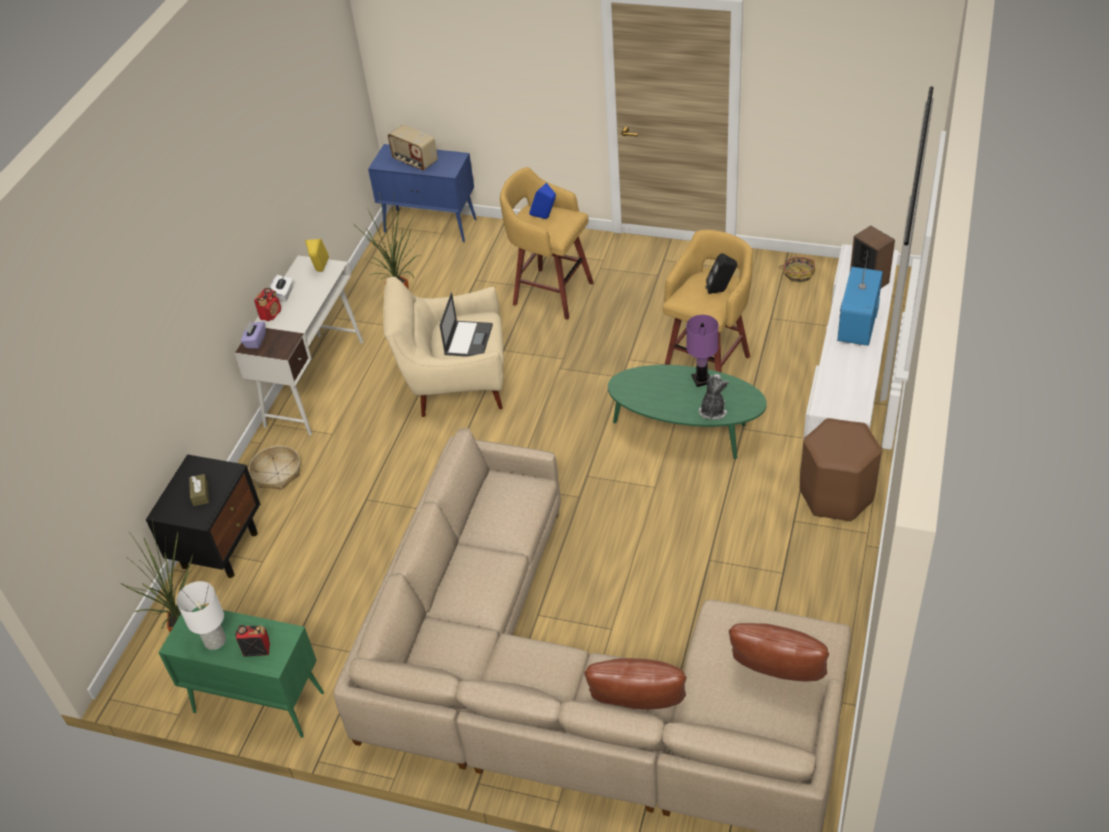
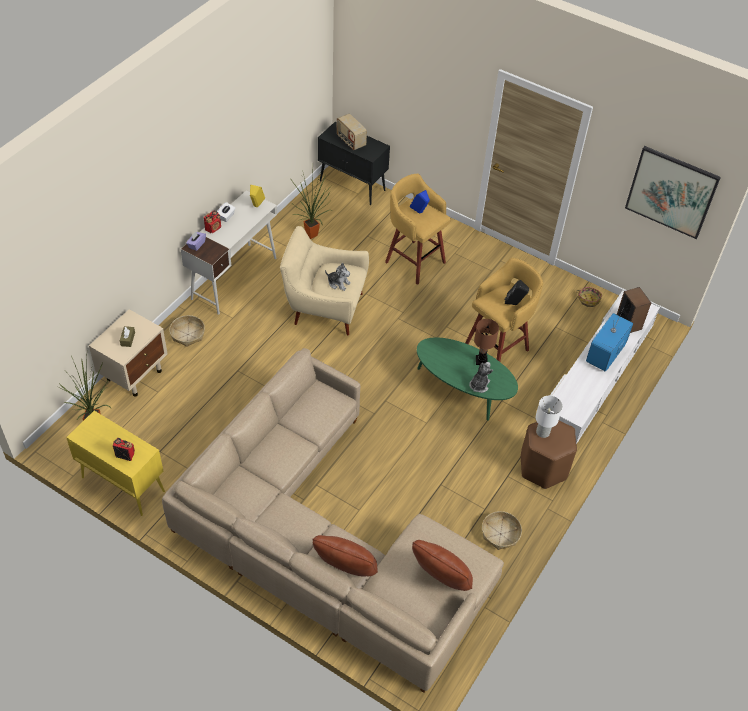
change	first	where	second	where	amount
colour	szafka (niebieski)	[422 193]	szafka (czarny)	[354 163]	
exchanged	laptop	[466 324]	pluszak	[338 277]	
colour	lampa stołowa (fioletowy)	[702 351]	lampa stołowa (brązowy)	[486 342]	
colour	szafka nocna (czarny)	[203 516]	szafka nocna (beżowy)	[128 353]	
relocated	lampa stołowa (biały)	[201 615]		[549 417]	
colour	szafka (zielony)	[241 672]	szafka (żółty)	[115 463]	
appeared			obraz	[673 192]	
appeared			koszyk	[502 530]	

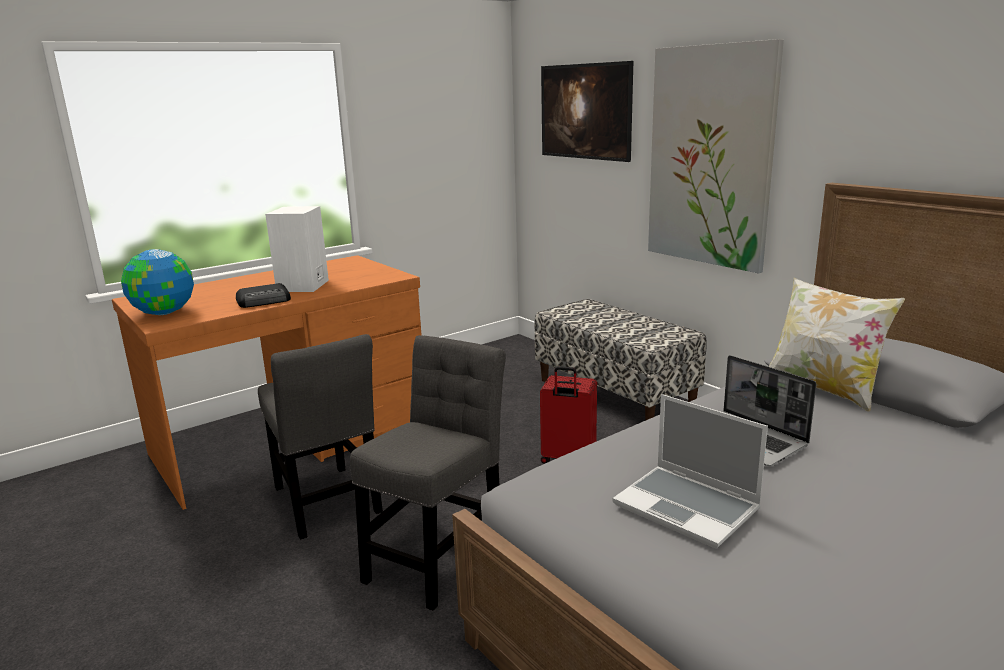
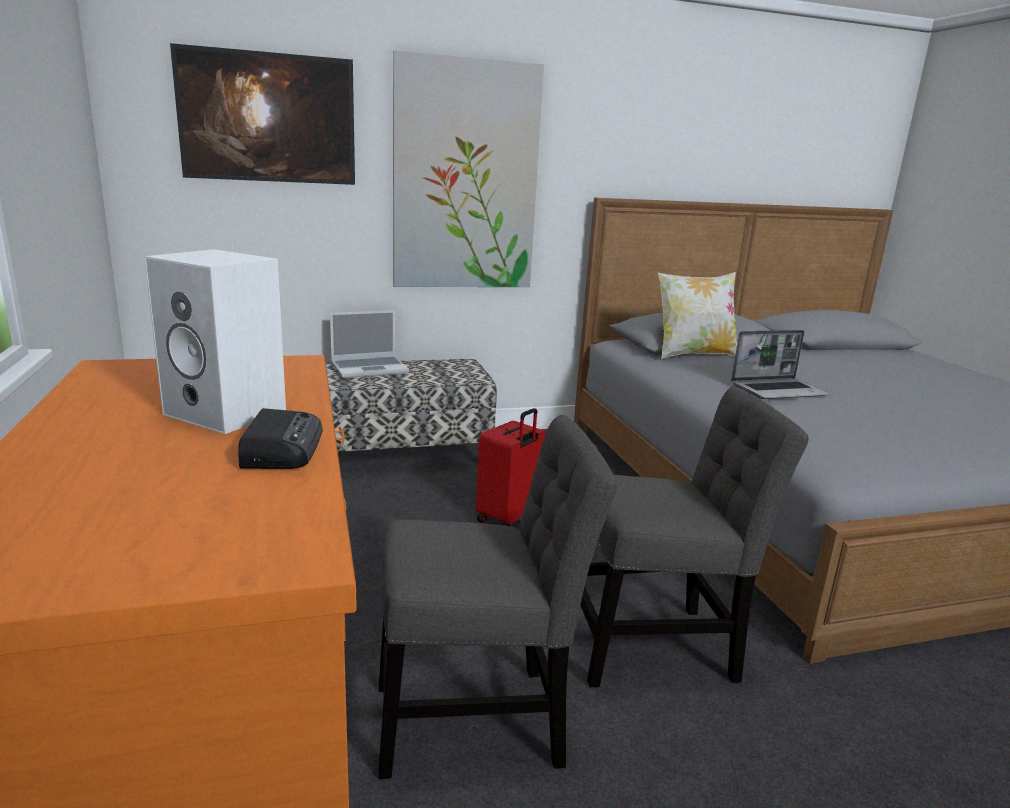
change	first	where	second	where	amount
missing	globus	[157 282]			
spun	krzesło (szary)	[428 473]		[694 536]	120 degrees clockwise
relocated	laptop	[690 471]		[369 344]	

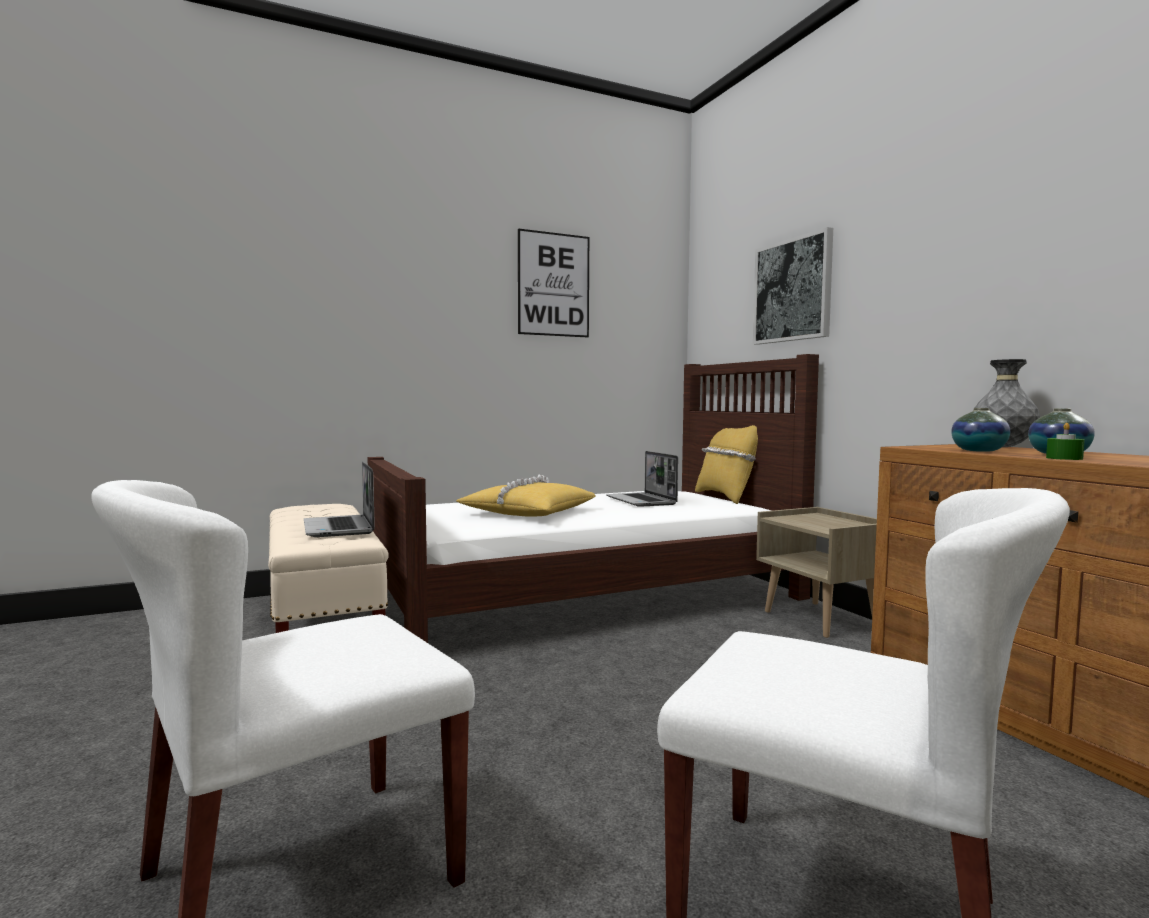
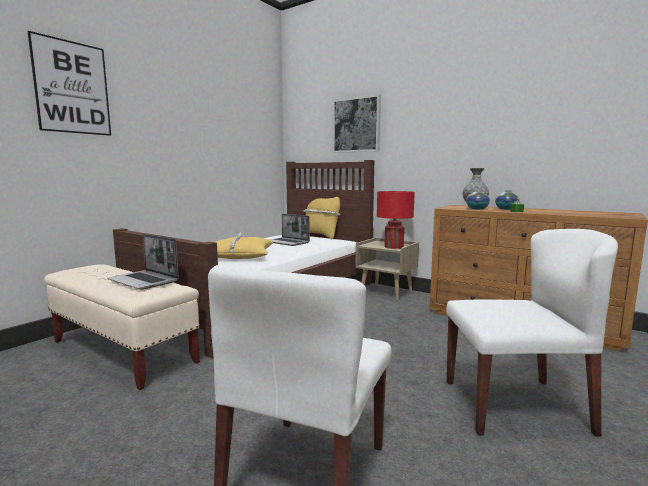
change	first	where	second	where	amount
relocated	obraz	[553 283]		[69 83]	
appeared			lampa stołowa (czerwony)	[396 220]	

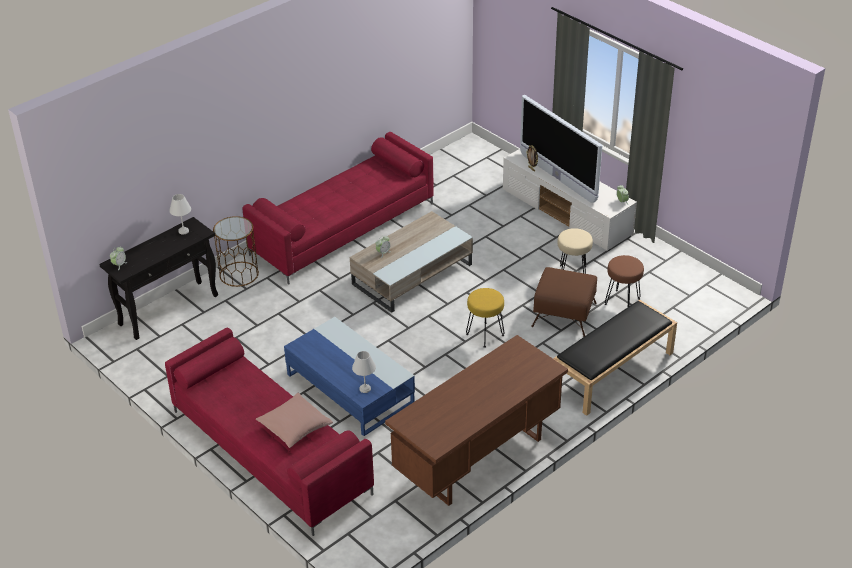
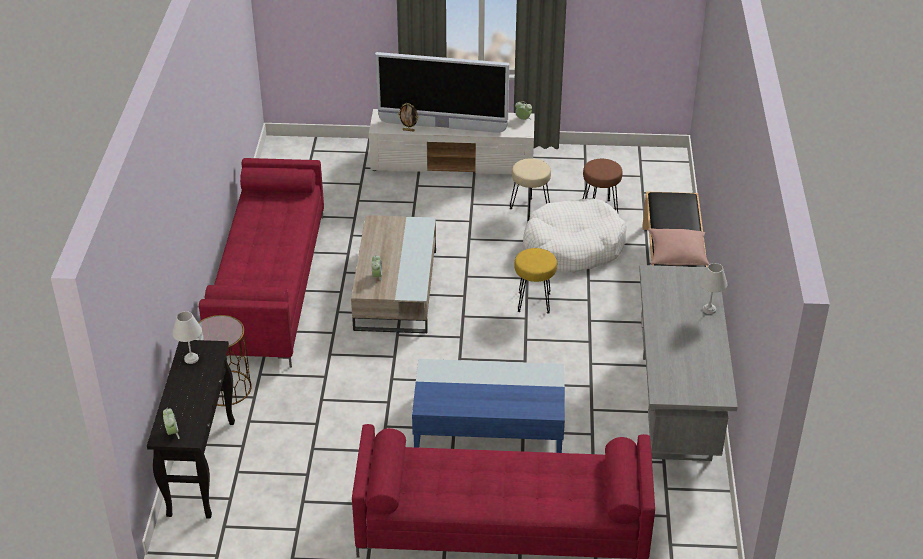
change	first	where	second	where	amount
exchanged	pufa (brązowy)	[564 302]	legowisko (biały)	[574 235]	
colour	biurko (brązowy)	[476 420]	biurko (szary)	[688 363]	
relocated	lampa stołowa (biały)	[364 372]		[713 288]	
relocated	poduszka (różowy)	[294 420]		[678 247]	

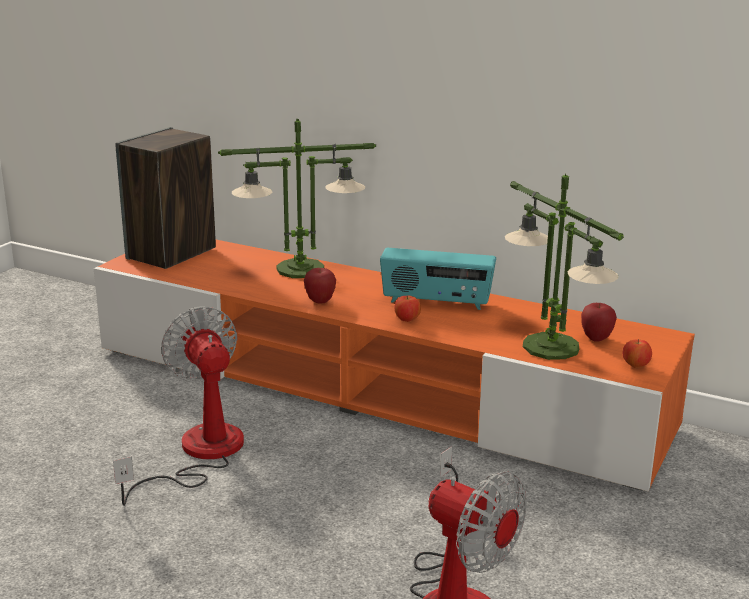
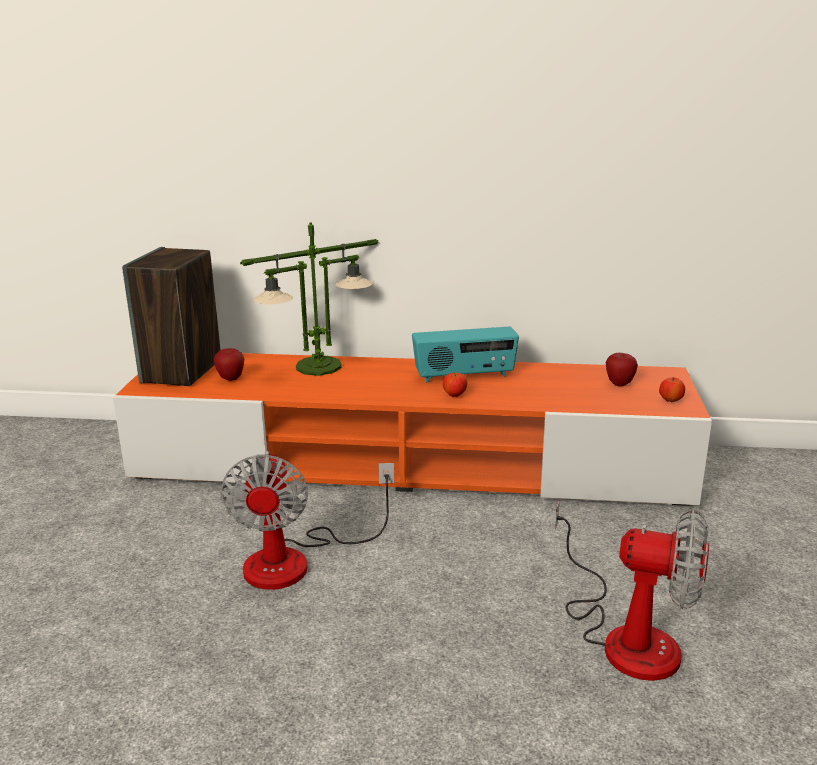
change	first	where	second	where	amount
missing	lampa stołowa	[564 266]			
relocated	jabłko	[320 285]		[229 364]	
spun	wentylator	[178 406]		[307 520]	135 degrees counterclockwise

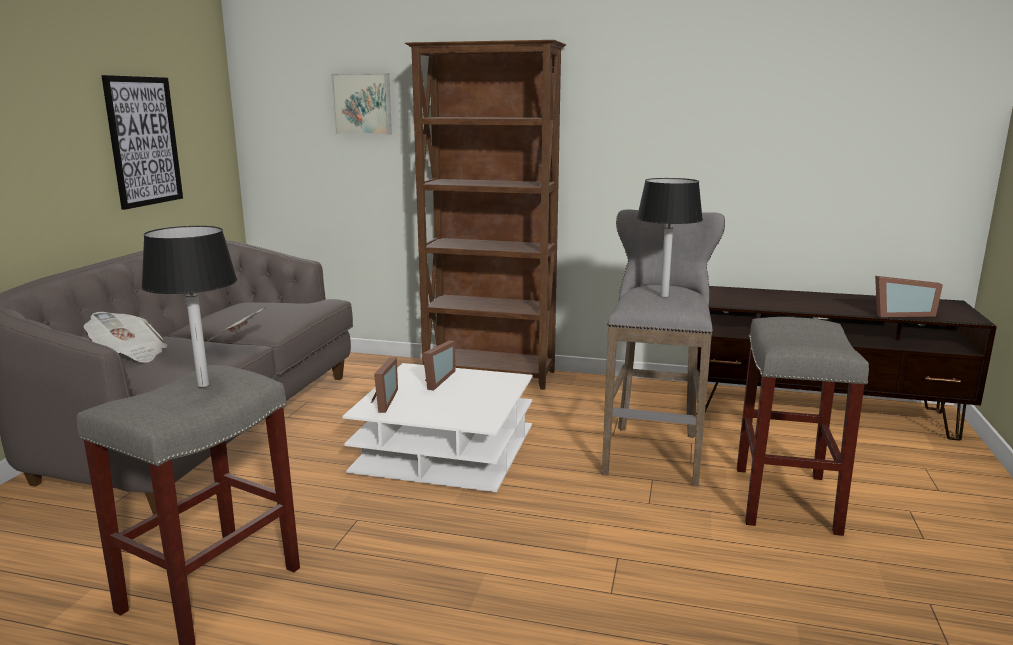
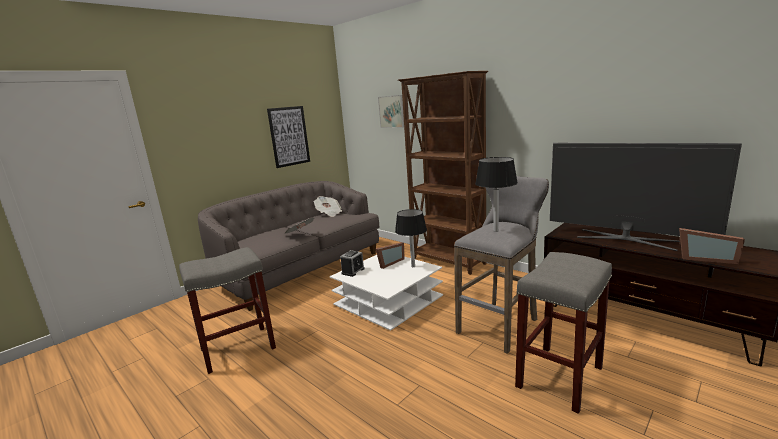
change	first	where	second	where	amount
relocated	lampa stołowa (czarny)	[189 306]		[411 238]	
relocated	gazeta	[126 337]		[328 206]	
exchanged	ramka na zdjęcie	[384 385]	budzik	[352 263]	
appeared			telewizor	[646 197]	

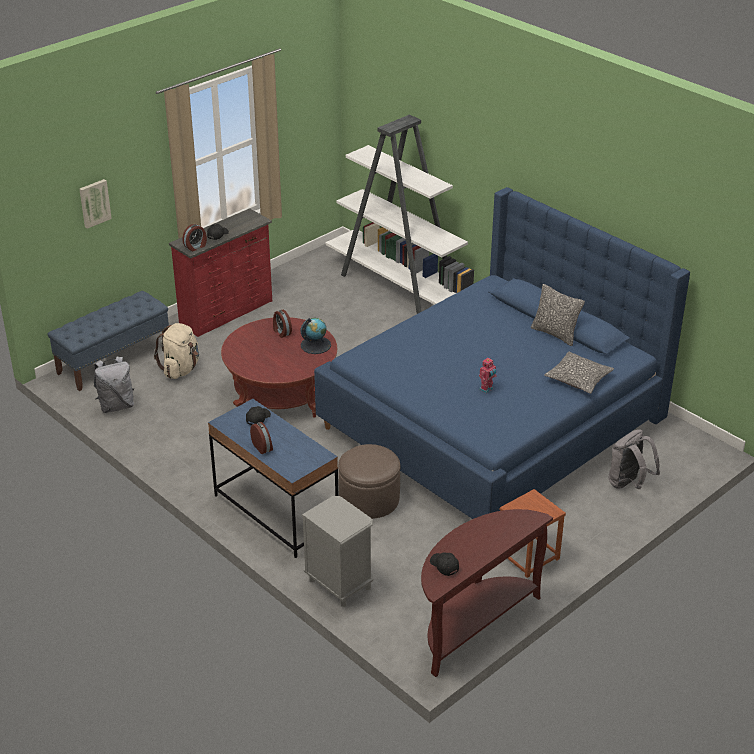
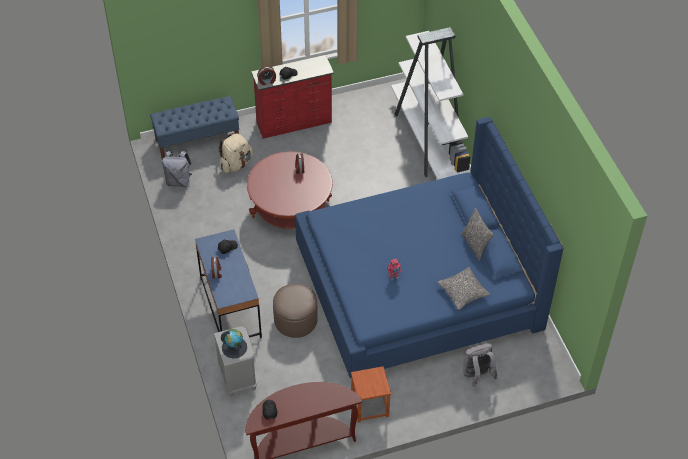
change	first	where	second	where	amount
missing	obraz	[95 204]			
relocated	globus	[315 336]		[234 343]	

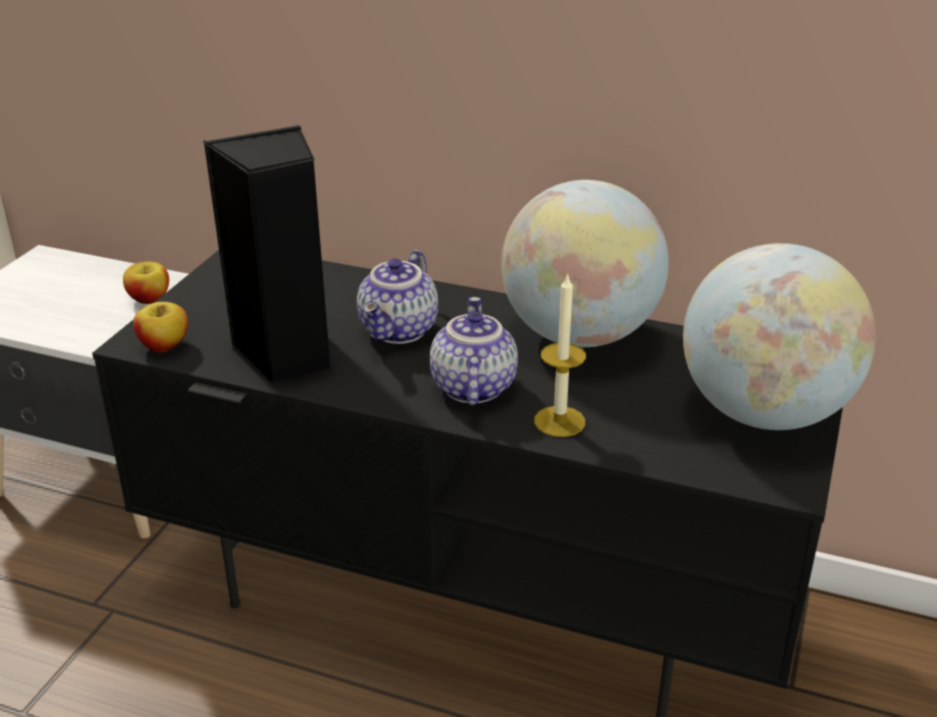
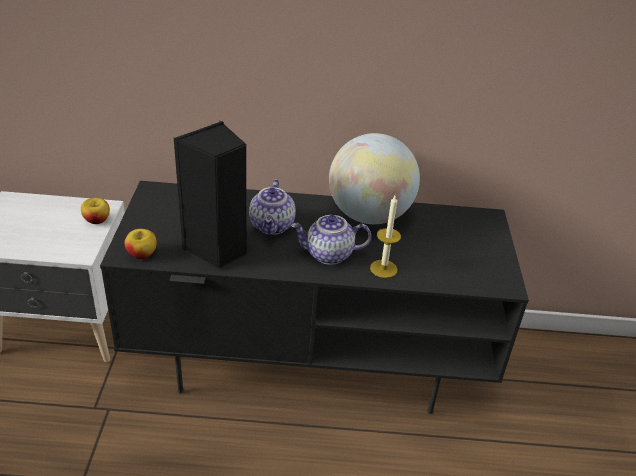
change	first	where	second	where	amount
missing	globus	[779 336]			
spun	imbryk	[474 351]		[331 240]	75 degrees counterclockwise

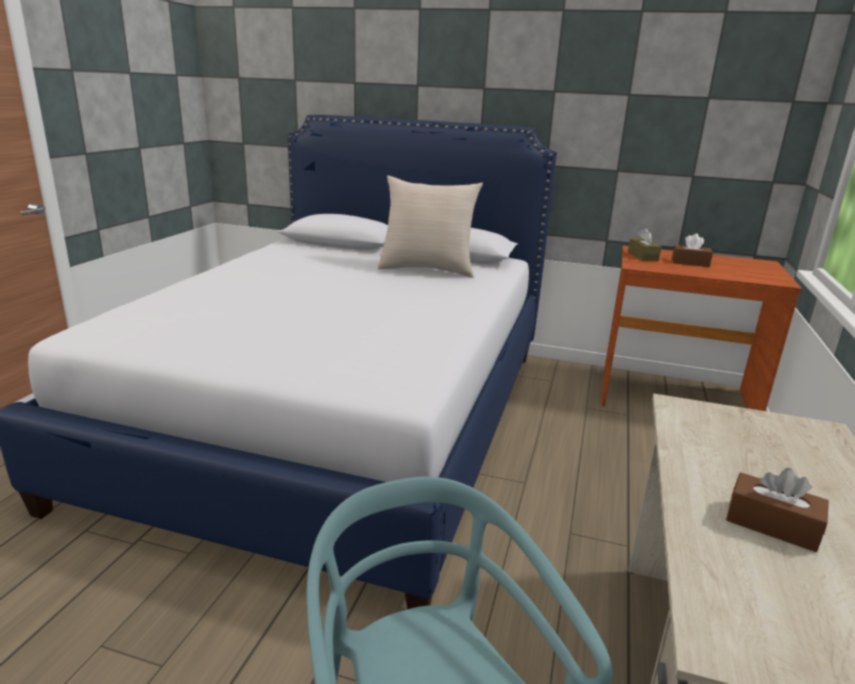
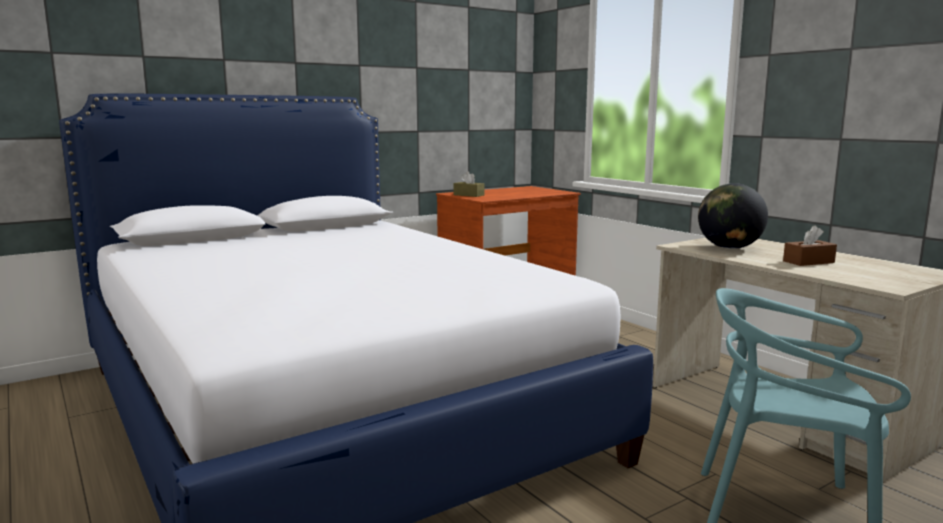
change	first	where	second	where	amount
missing	poduszka (beżowy)	[430 227]			
missing	pudełko chusteczek (brązowy)	[692 250]			
appeared			globus	[733 216]	

